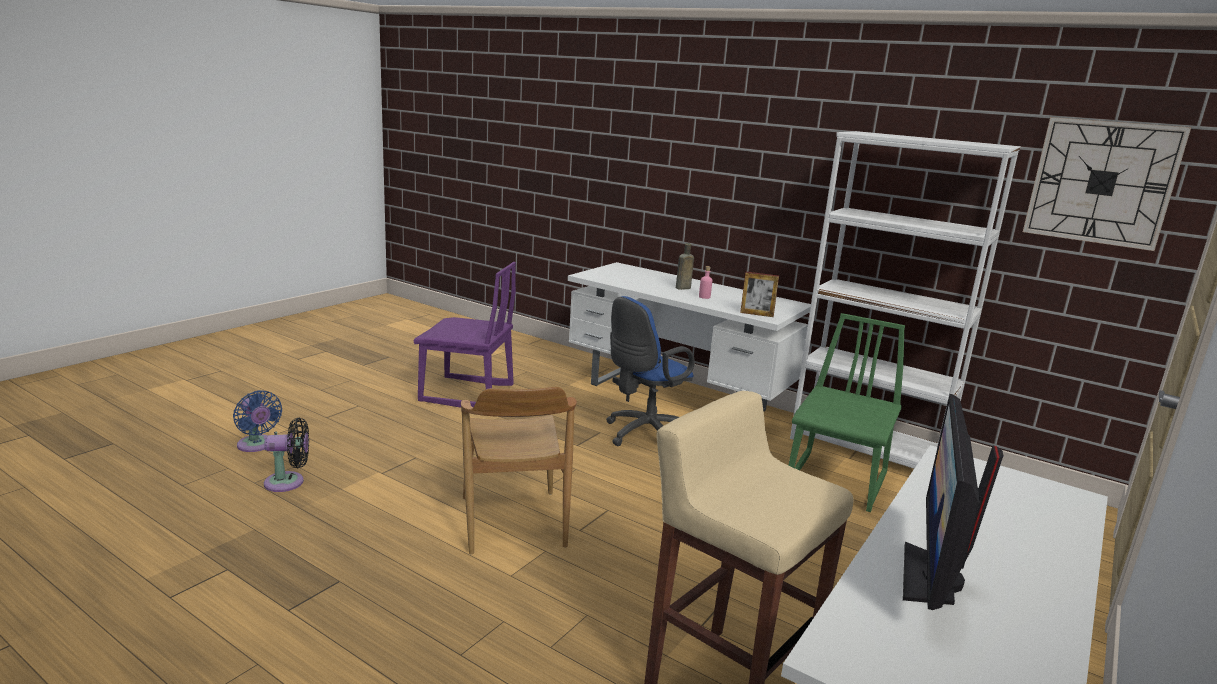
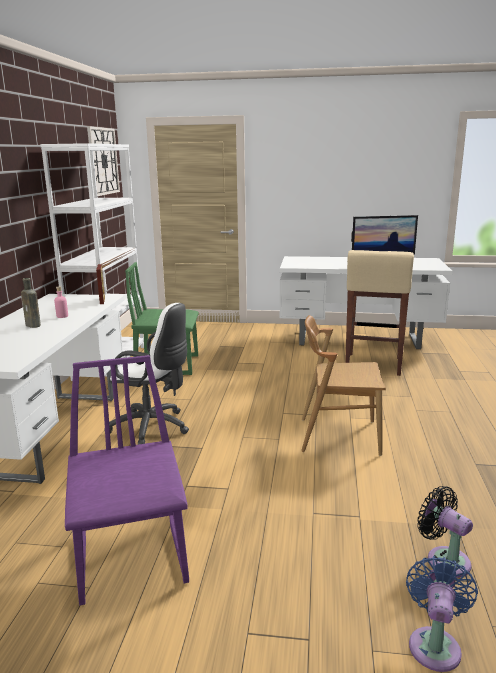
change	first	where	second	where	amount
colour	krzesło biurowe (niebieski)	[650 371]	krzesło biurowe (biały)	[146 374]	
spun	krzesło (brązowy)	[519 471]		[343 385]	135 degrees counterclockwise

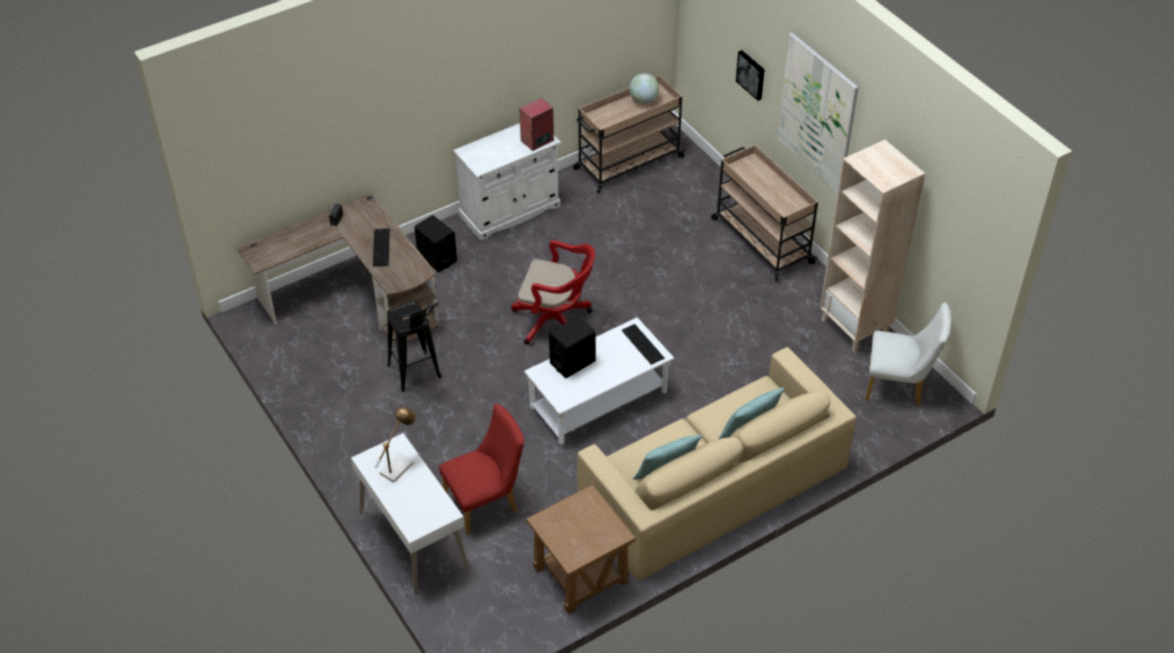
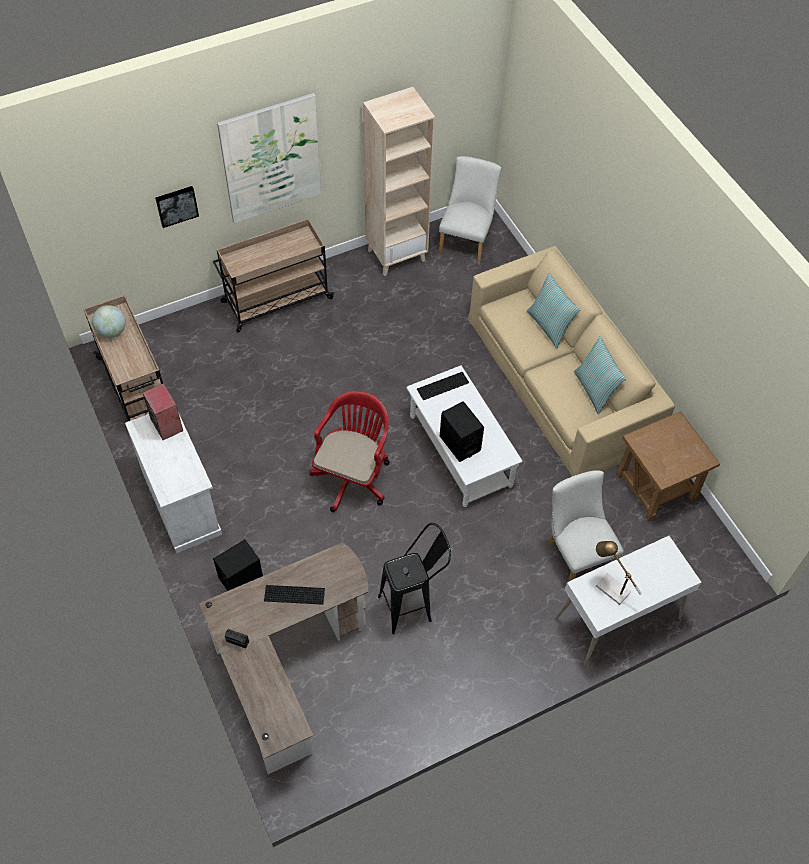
change	first	where	second	where	amount
colour	krzesło (czerwony)	[481 469]	krzesło (biały)	[585 526]	

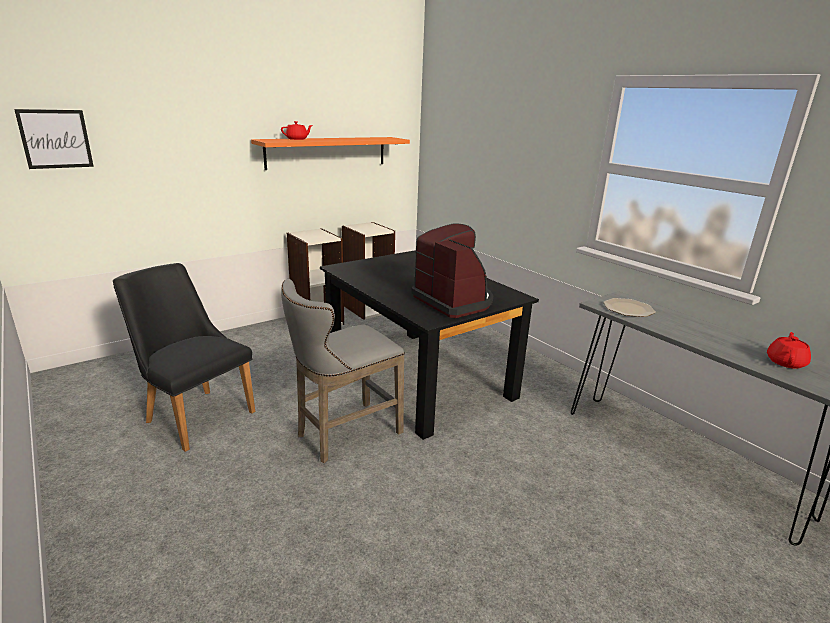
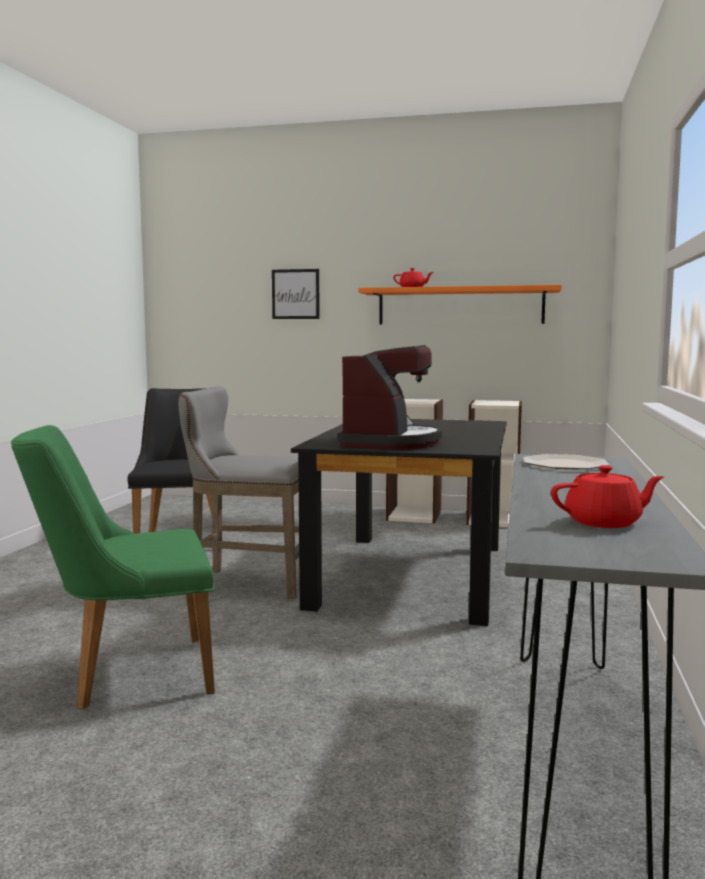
change	first	where	second	where	amount
relocated	obraz	[54 139]		[295 294]	
appeared			krzesło (zielony)	[113 567]	

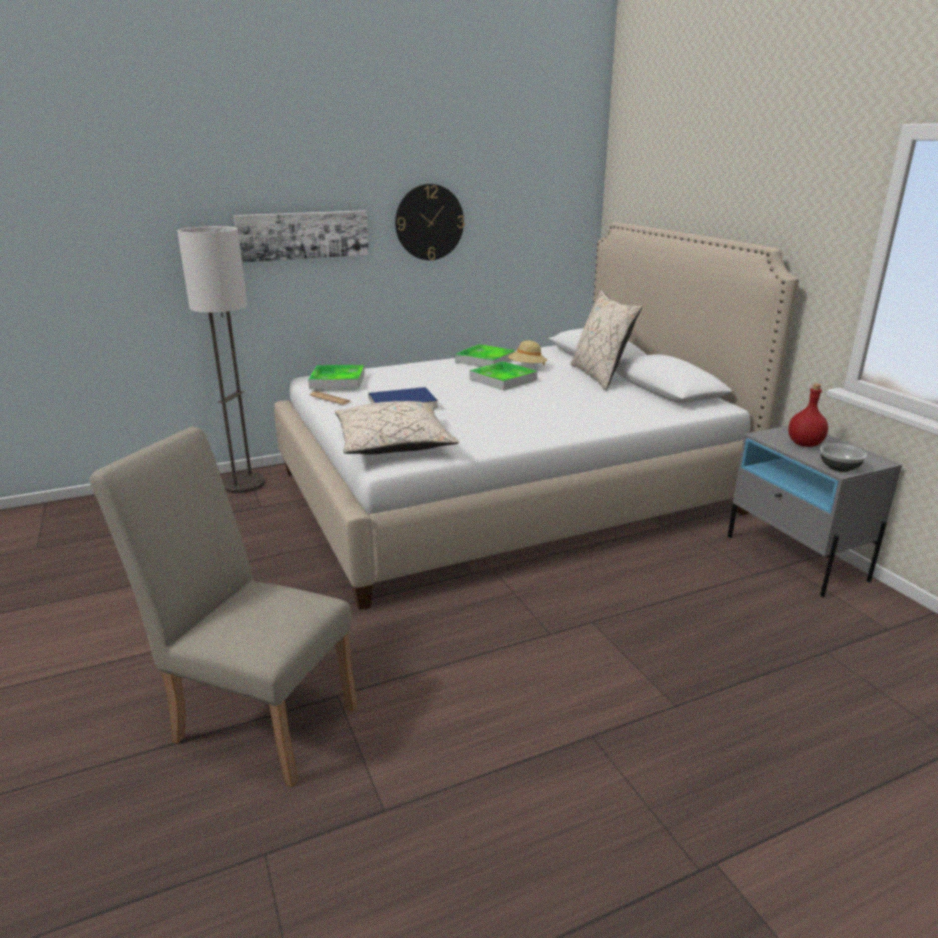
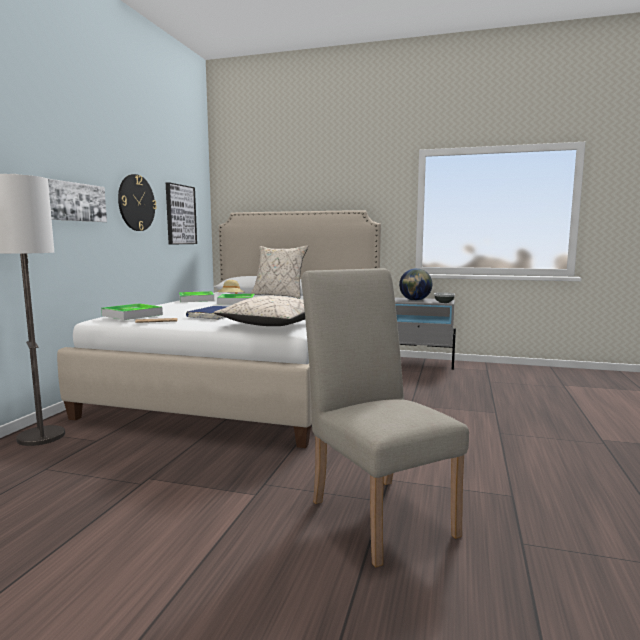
change	first	where	second	where	amount
exchanged	butelka (czerwony)	[808 415]	globus	[415 284]	
spun	krzesło (beżowy)	[223 607]		[385 418]	90 degrees clockwise
appeared			obraz	[181 213]	

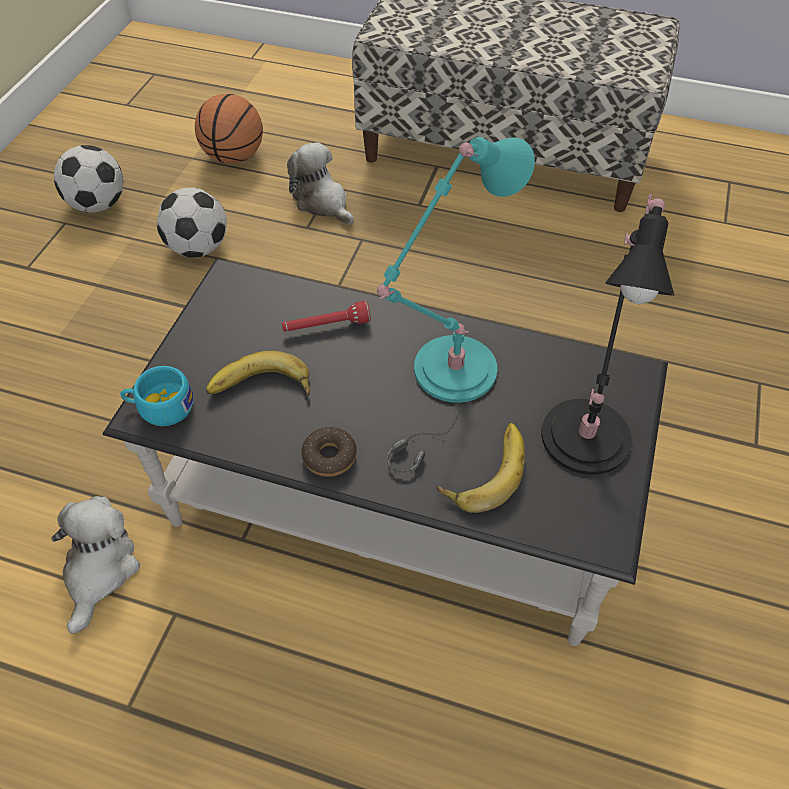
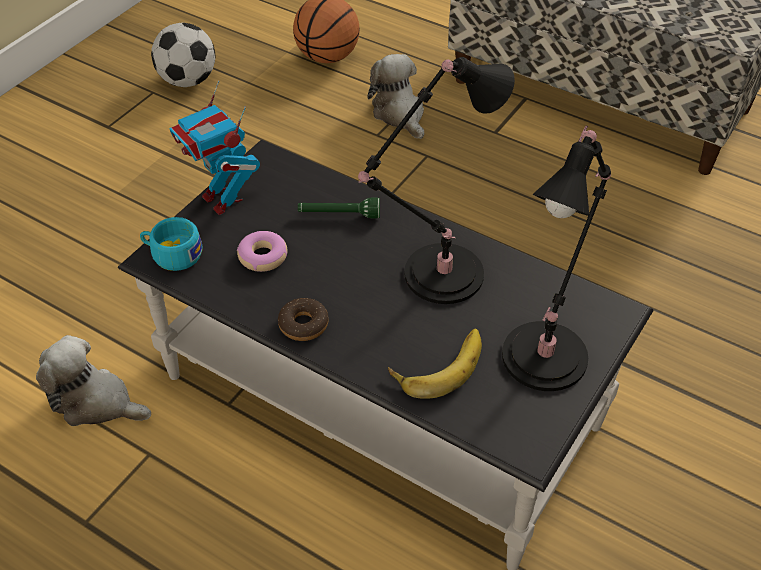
change	first	where	second	where	amount
colour	lampa stołowa (turkusowy)	[456 270]	lampa stołowa (czarny)	[436 180]	
missing	piłka futbolowa	[192 223]			
colour	latarka (czerwony)	[326 316]	latarka (zielony)	[339 208]	
exchanged	banan	[258 373]	donut	[262 251]	
missing	słuchawki	[425 439]			
spun	pluszak	[95 565]		[93 380]	90 degrees counterclockwise
appeared			robot zabawkowy	[214 147]	

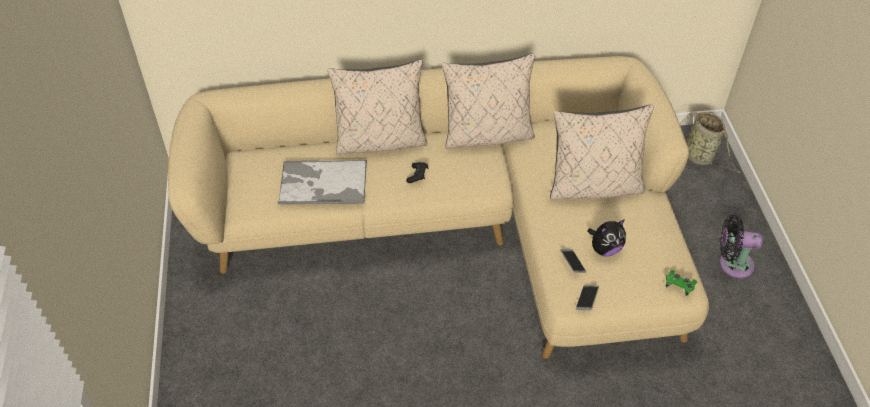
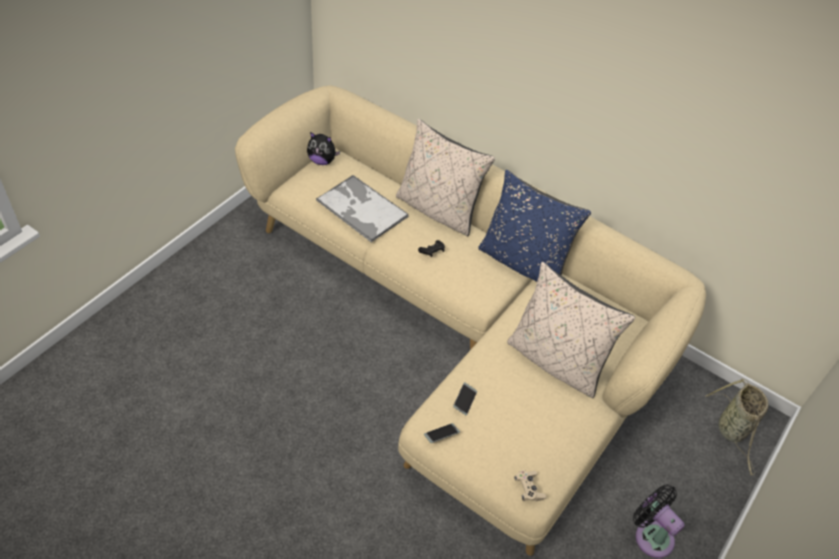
change	first	where	second	where	amount
colour	poduszka (beżowy)	[488 101]	poduszka (niebieski)	[534 226]	
relocated	pluszak	[606 237]		[323 148]	
colour	pad do gier (zielony)	[681 283]	pad do gier (beżowy)	[530 485]	

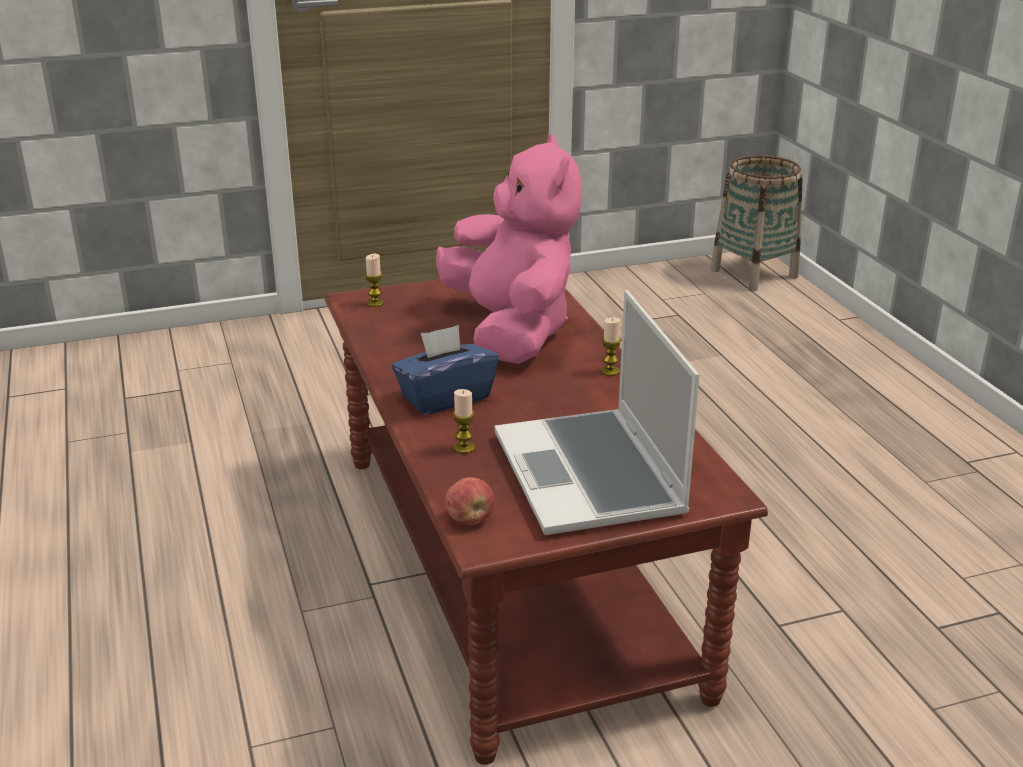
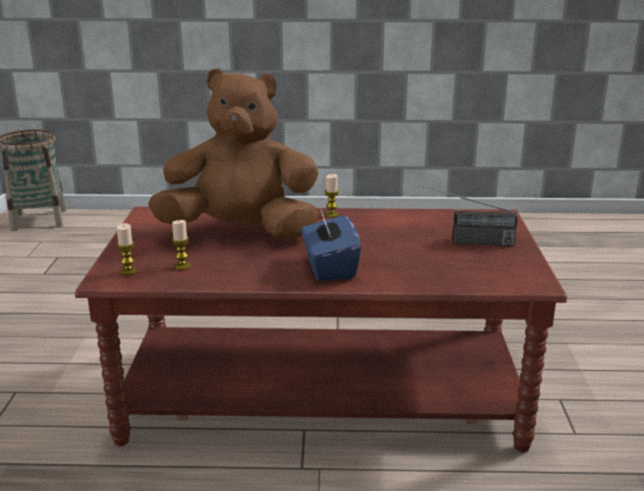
change	first	where	second	where	amount
colour	pluszak (różowy)	[508 249]	pluszak (brązowy)	[233 154]	
exchanged	laptop	[597 412]	radio	[470 216]	
relocated	świeca	[463 421]		[181 245]	
missing	jabłko	[470 501]			

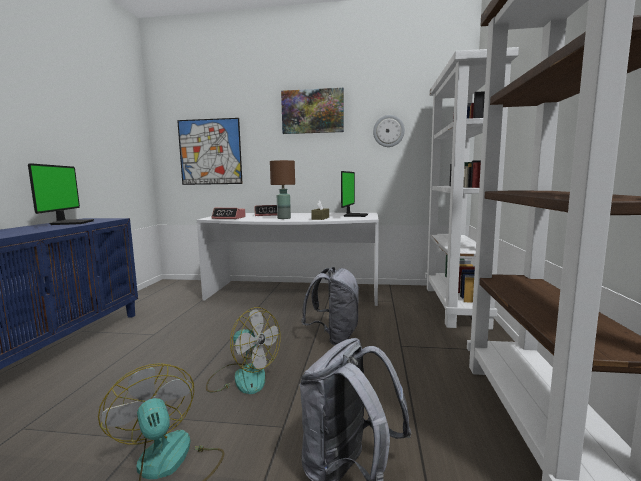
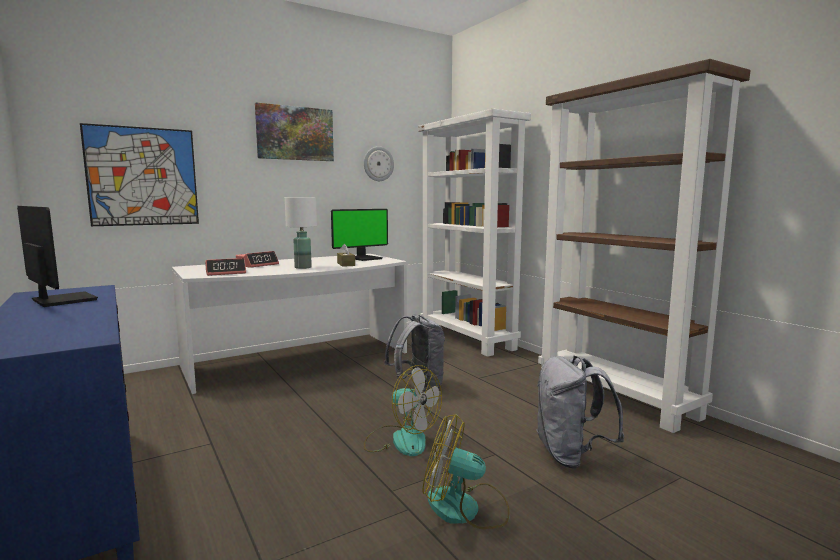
change	first	where	second	where	amount
colour	lampa stołowa (brązowy)	[282 189]	lampa stołowa (biały)	[301 233]	
spun	monitor	[355 194]		[359 235]	75 degrees clockwise
spun	wentylator	[243 350]		[403 410]	45 degrees clockwise

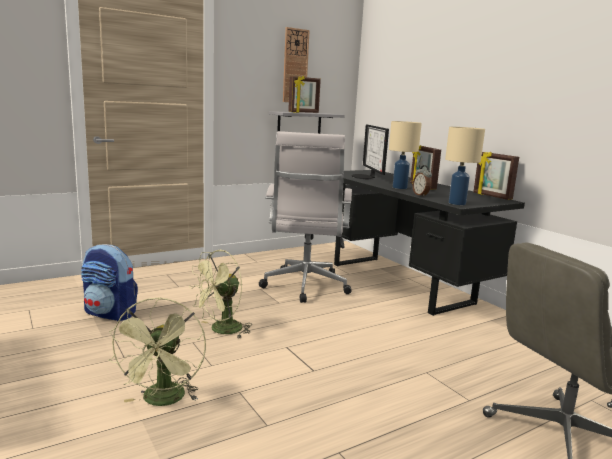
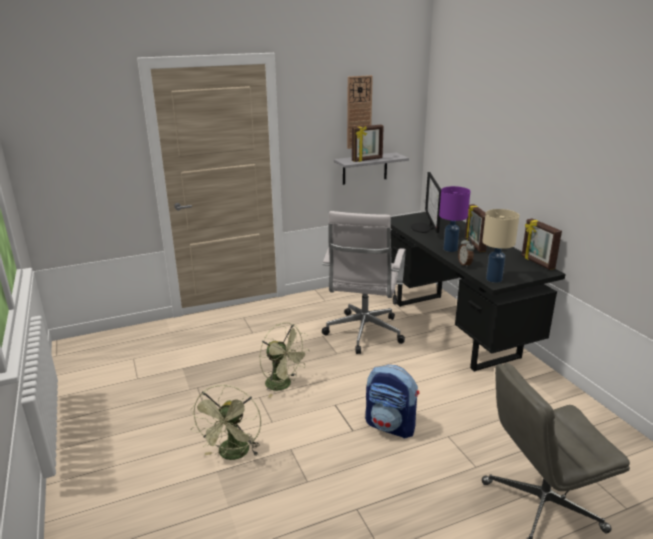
change	first	where	second	where	amount
colour	lampa stołowa (beżowy)	[405 155]	lampa stołowa (fioletowy)	[454 219]	
relocated	plecak	[109 282]		[392 401]	
spun	wentylator (zielony)	[220 294]		[285 360]	105 degrees counterclockwise

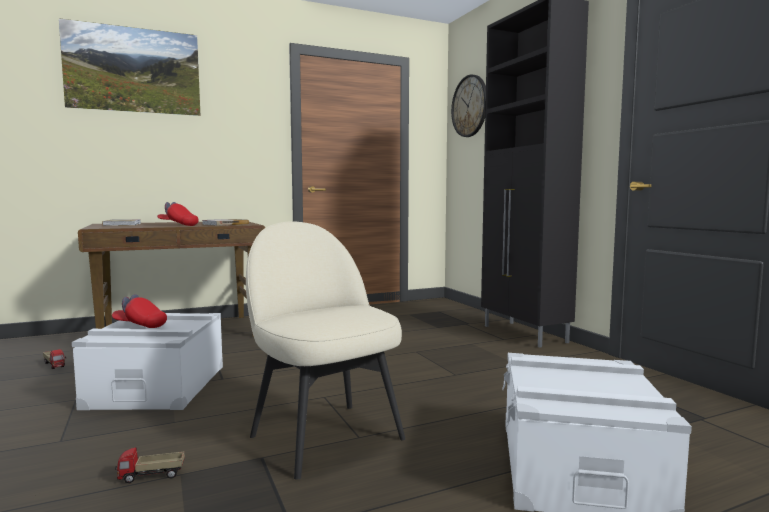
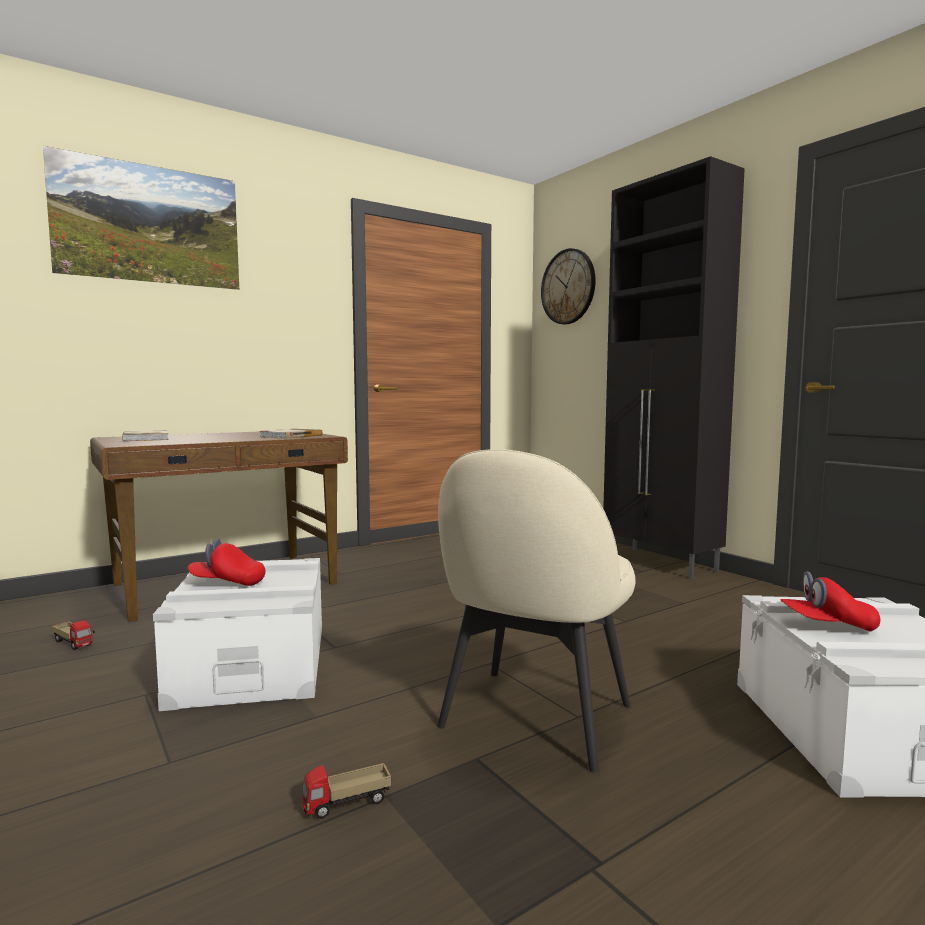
change	first	where	second	where	amount
relocated	czapka z daszkiem (czerwony)	[178 214]		[830 601]	
spun	krzesło (beżowy)	[325 350]		[537 611]	105 degrees counterclockwise

